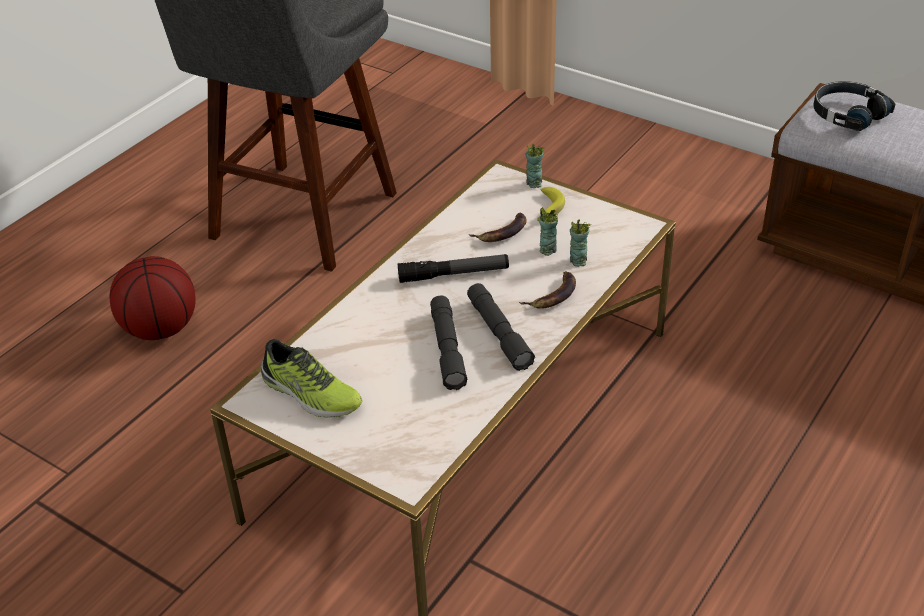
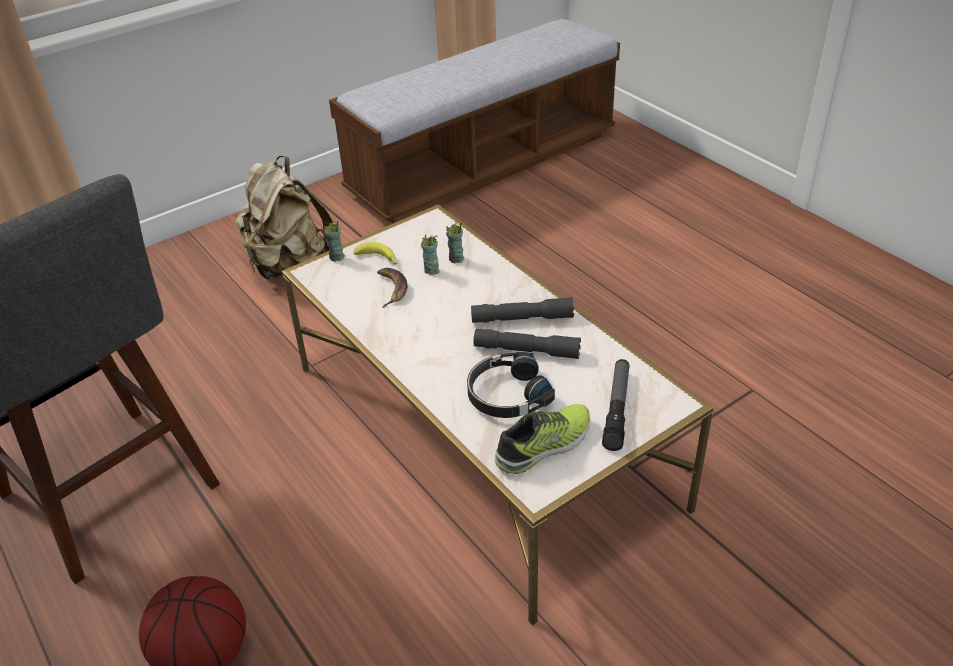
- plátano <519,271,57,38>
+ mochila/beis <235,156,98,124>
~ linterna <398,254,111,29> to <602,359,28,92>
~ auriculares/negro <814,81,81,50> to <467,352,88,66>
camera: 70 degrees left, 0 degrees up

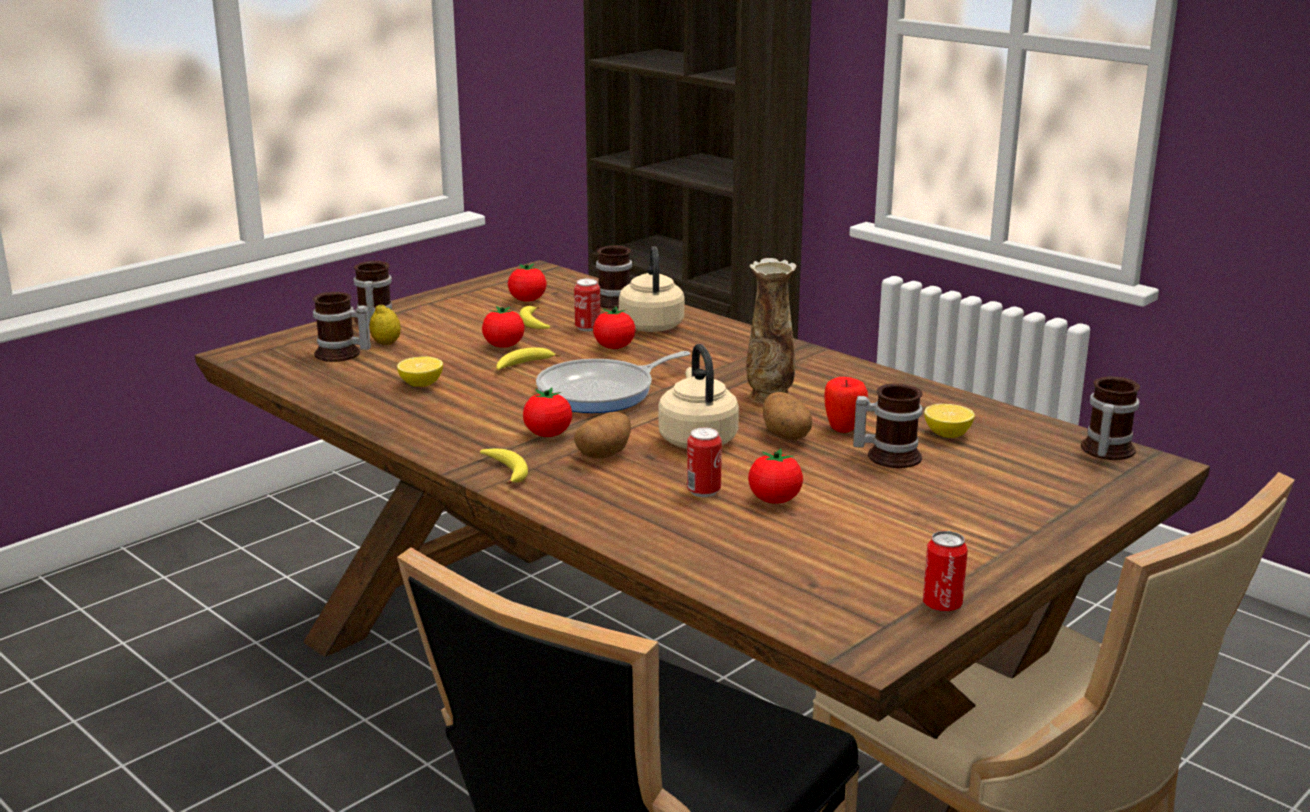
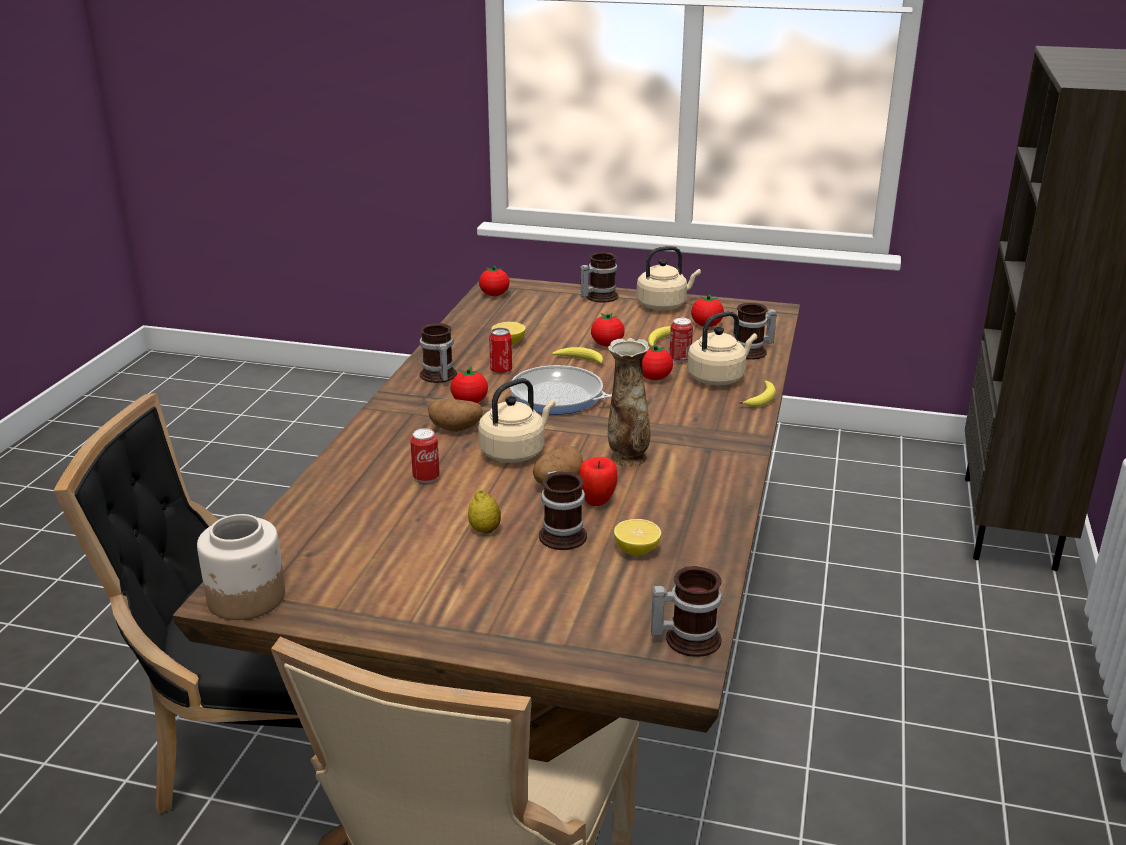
+ tarro <197,514,88,106>
+ hervidor/beis <637,246,64,64>
~ taza grande <313,292,58,70> to <420,323,37,60>
~ limón <370,304,31,41> to <468,490,33,43>
~ plátano <480,448,48,37> to <739,381,37,26>
~ tomate <748,448,55,56> to <479,265,31,31>
~ lata <923,531,45,81> to <489,328,23,45>
camera: 60 degrees right, 5 degrees up

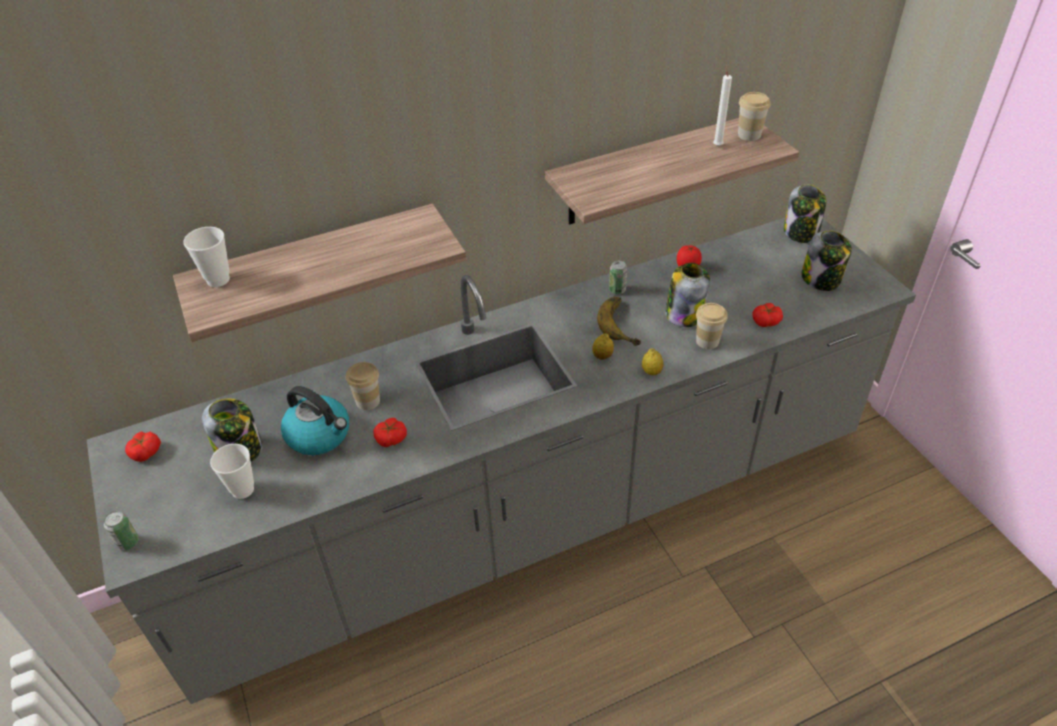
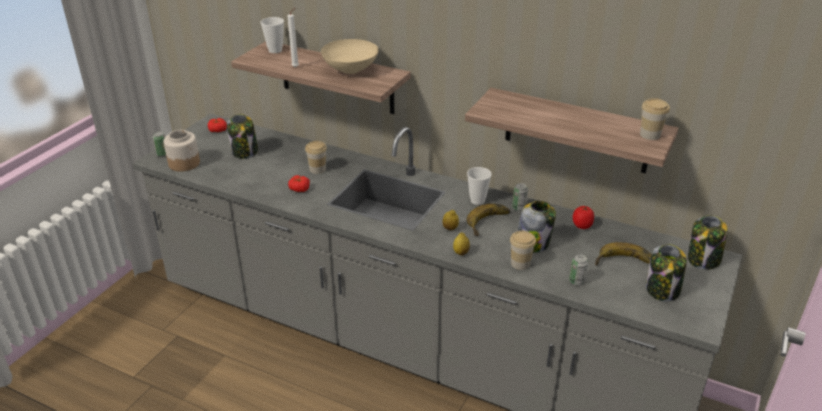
- hervidor <281,386,68,69>
+ tarro <163,130,37,42>
+ cuenco/beis <321,39,58,35>
+ plátano <595,242,56,24>
~ taza <210,444,44,55> to <467,167,25,38>
~ vela/blanco <713,64,19,82> to <288,8,11,60>
~ tomate <752,303,31,24> to lata <569,254,19,31>
camera: 50 degrees right, 10 degrees down

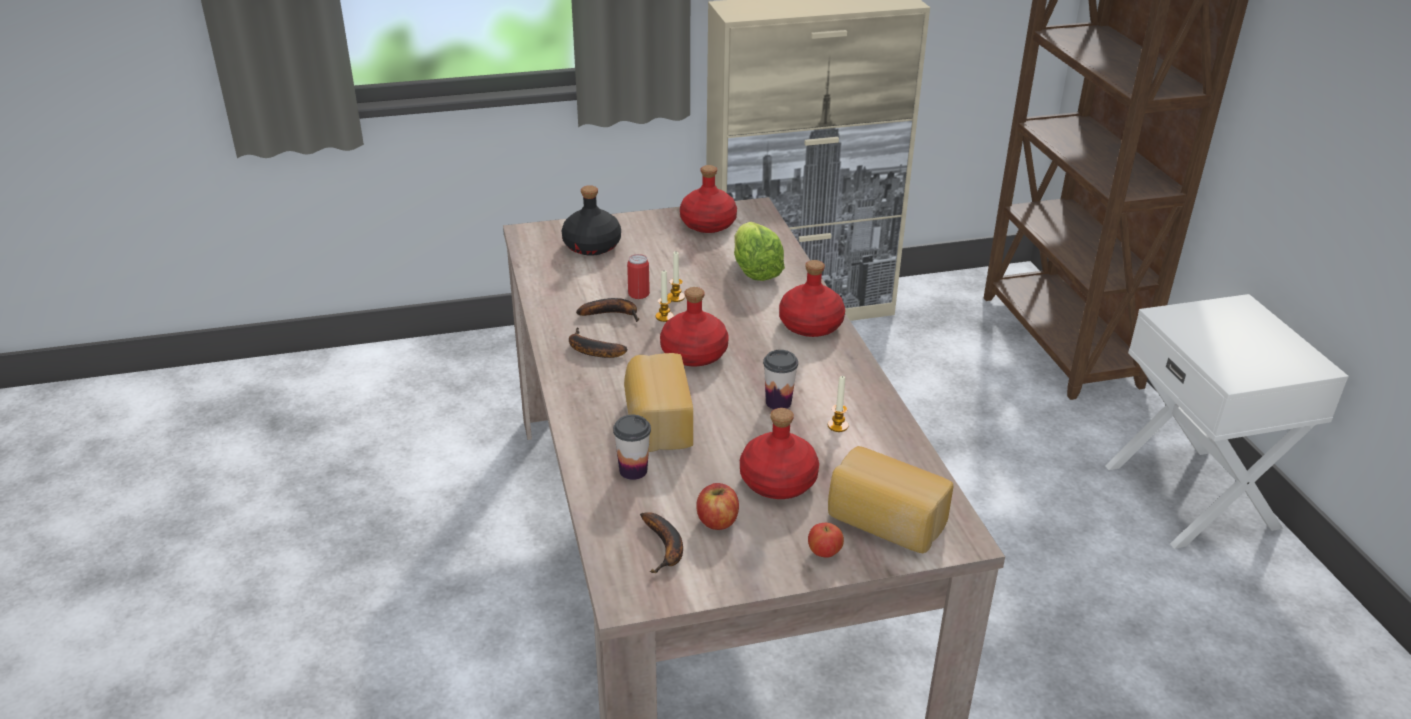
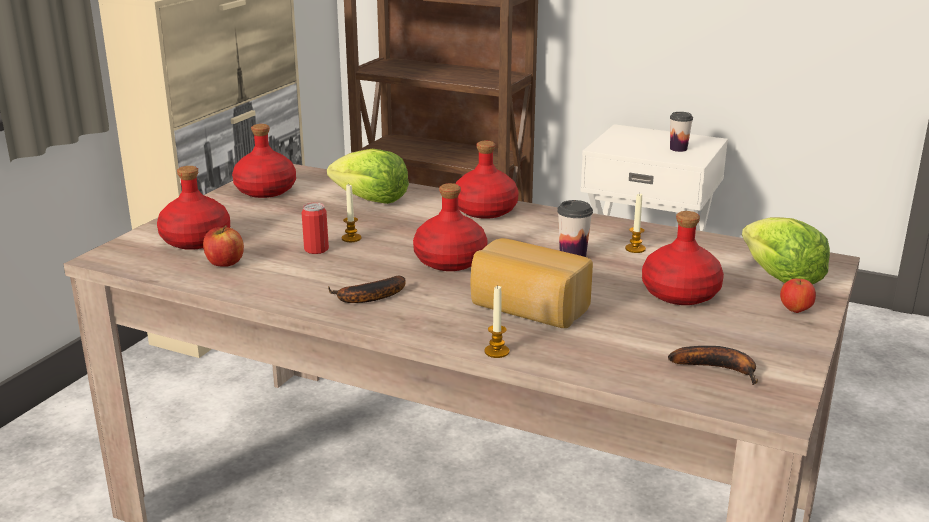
- plátano <576,298,63,24>
~ taza <613,415,38,65> to <670,112,23,40>
~ vela <656,271,18,51> to <484,286,25,72>
~ manzana <696,483,43,47> to <203,225,41,42>
~ pan <828,446,126,107> to lechuga <742,217,88,67>
~ botella/negro <562,185,59,71> to botella/rojo <157,166,73,84>
camera: 50 degrees left, 10 degrees down

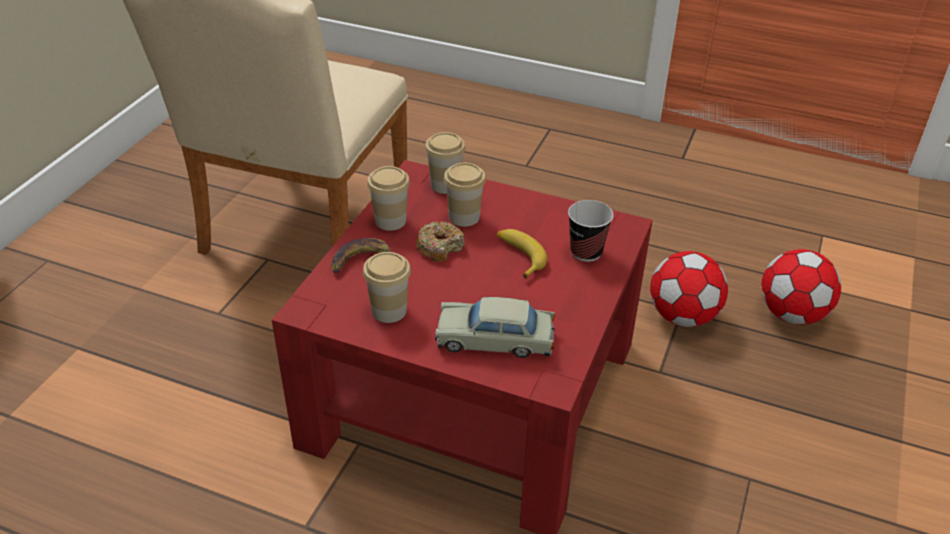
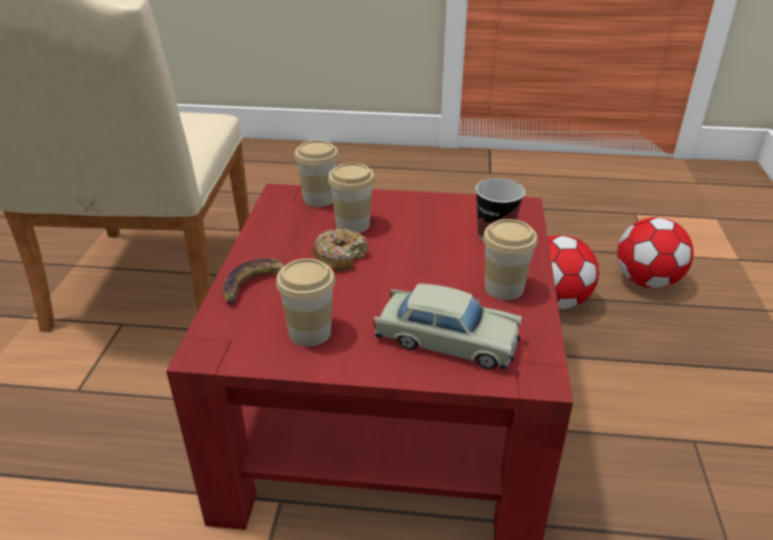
- plátano <497,229,50,50>
~ taza <367,166,43,65> to <483,219,55,81>
~ coche de juguete/beis <435,297,121,61> = <373,283,149,86> 150 degrees counterclockwise
camera: 15 degrees left, 5 degrees down

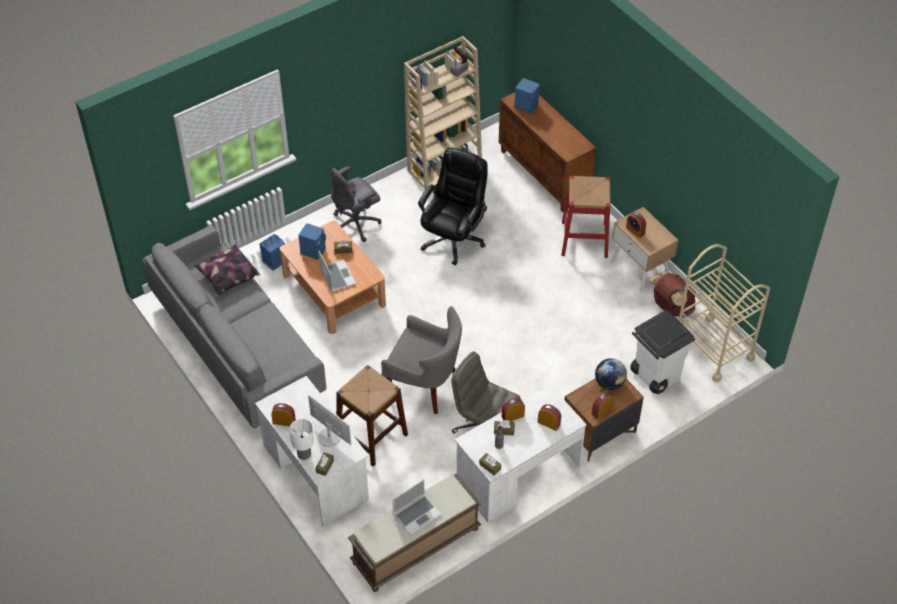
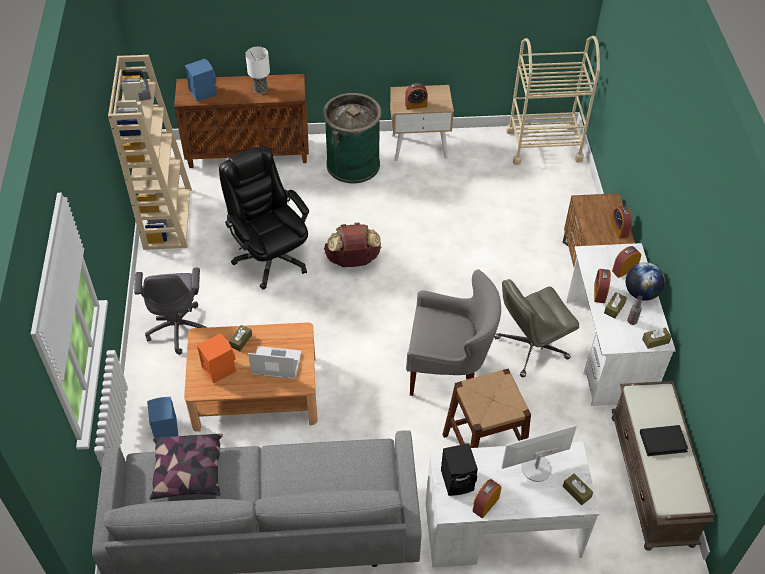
- papelera/blanco <630,310,65,84>
+ altavoz/negro <441,443,37,53>
~ lámpara de mesa <289,419,25,41> to <245,47,25,47>
~ globo terráqueo <595,358,32,32> to <626,262,39,39>
~ mochila/marrón <649,273,47,44> to <324,223,57,44>
~ portátil <392,479,50,56> to libro/negro <640,425,48,31>
~ taburete/rojo <562,176,49,82> to papelera/verde <323,93,59,90>
~ altavoz/azul <298,223,28,37> to altavoz/naranja <197,333,39,51>
~ sillón/gris <381,306,81,108> = <406,269,95,127> 45 degrees clockwise
camera: 60 degrees left, 0 degrees up

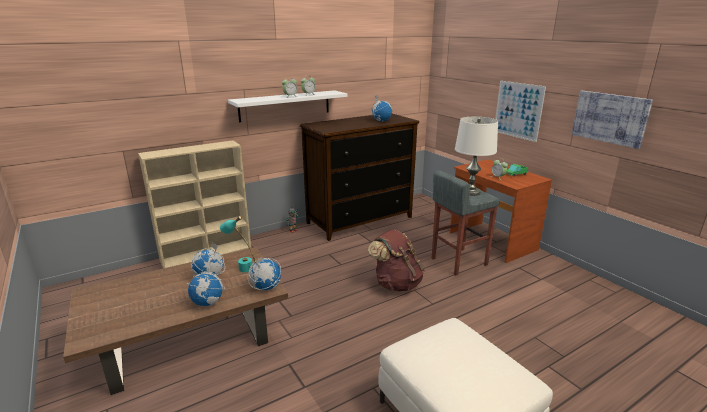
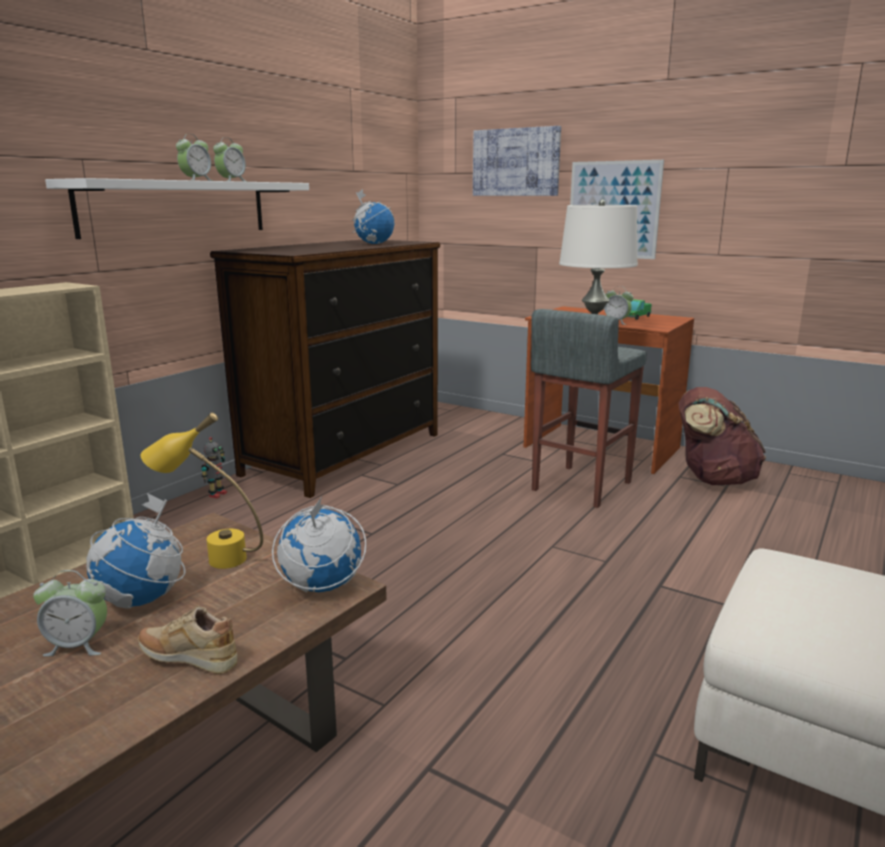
+ despertador <33,570,74,86>
~ mochila/marrón <368,229,57,63> to <679,387,87,98>
~ cuadro <572,91,81,58> to <473,126,88,70>
~ globo terráqueo <187,262,38,44> to zapato/beis <138,605,99,69>
~ lámpara de mesa/turquesa <220,216,35,56> to lámpara de mesa/amarillo <141,412,122,157>
camera: 25 degrees left, 5 degrees down

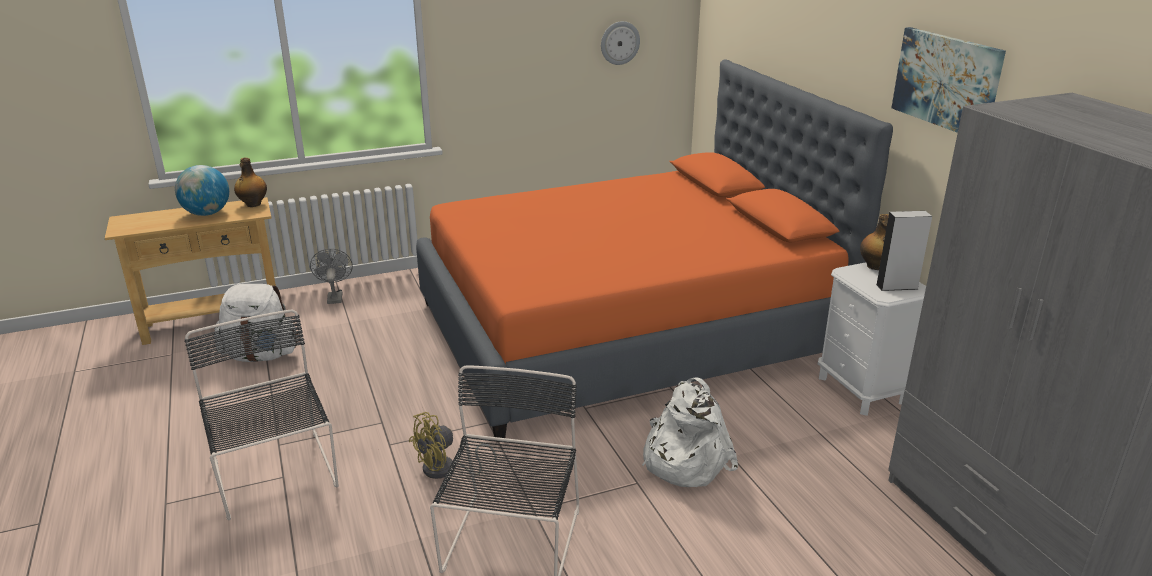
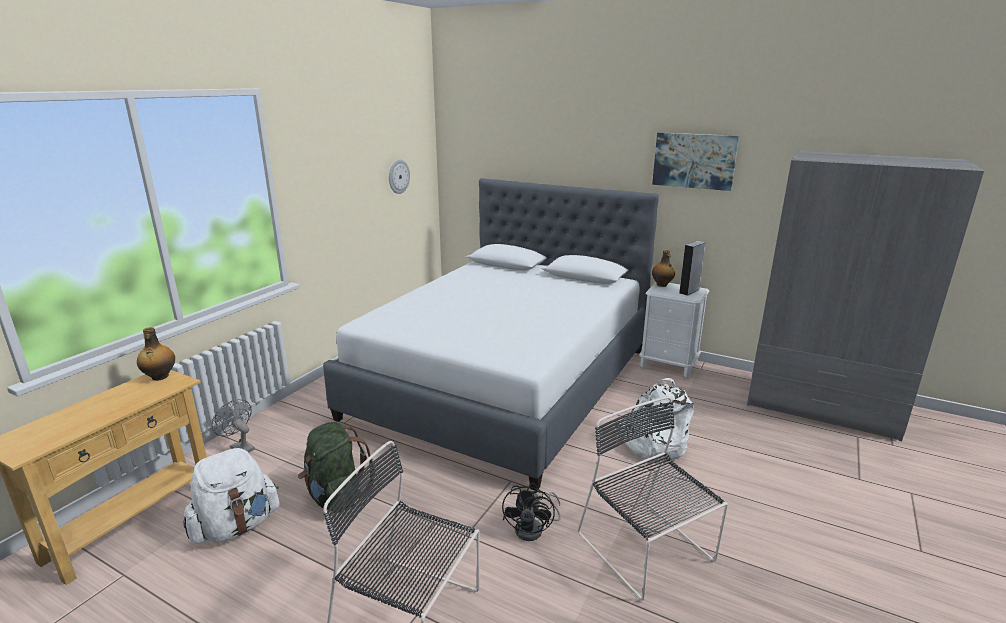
- globo terráqueo <175,165,54,51>
+ mochila/verde <298,422,77,91>
~ ventilador/amarillo <409,412,88,67> to ventilador/negro <502,483,59,58>
~ cama/naranja <416,59,477,379> to cama/blanco <323,178,336,313>
camera: 40 degrees left, 5 degrees down

